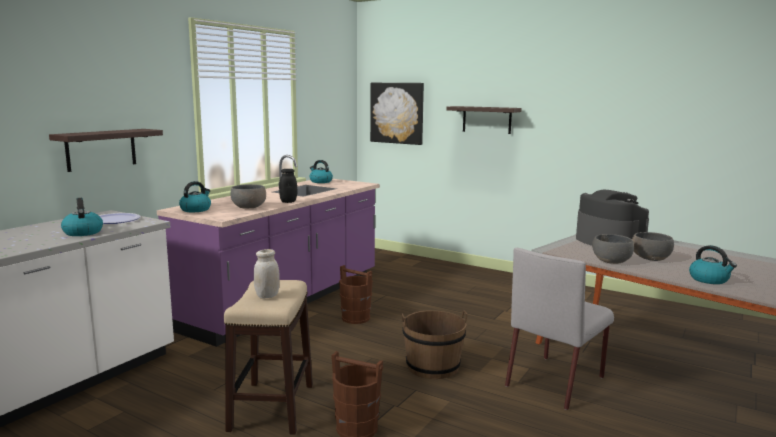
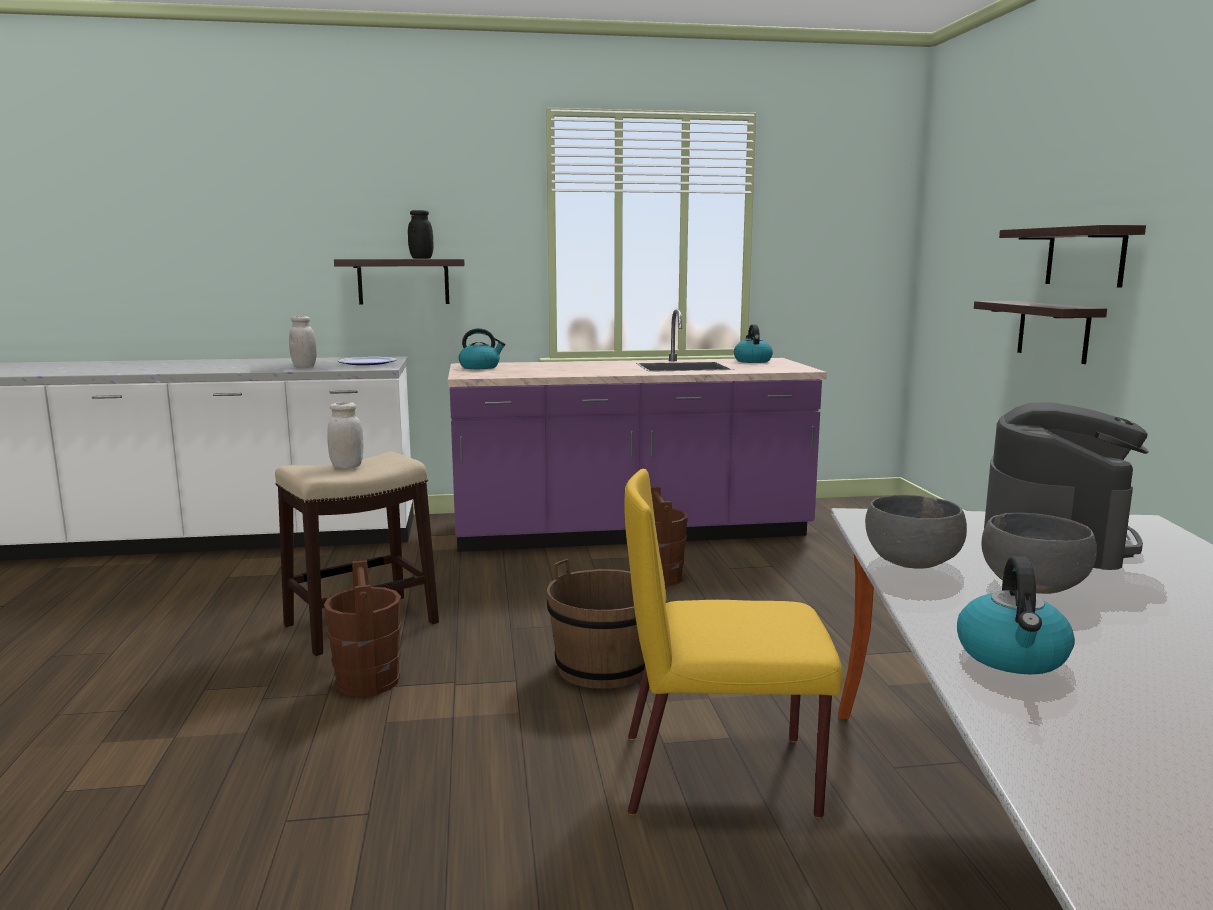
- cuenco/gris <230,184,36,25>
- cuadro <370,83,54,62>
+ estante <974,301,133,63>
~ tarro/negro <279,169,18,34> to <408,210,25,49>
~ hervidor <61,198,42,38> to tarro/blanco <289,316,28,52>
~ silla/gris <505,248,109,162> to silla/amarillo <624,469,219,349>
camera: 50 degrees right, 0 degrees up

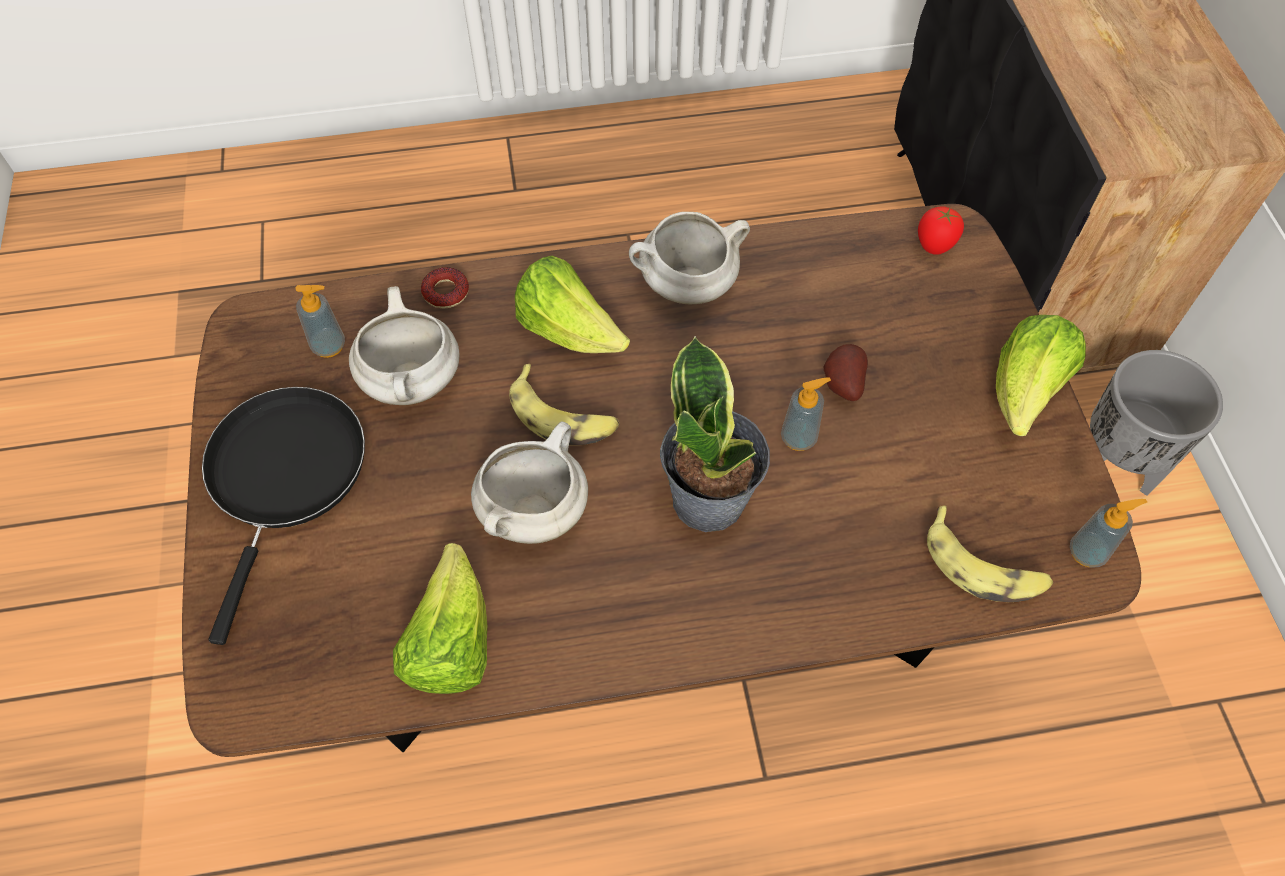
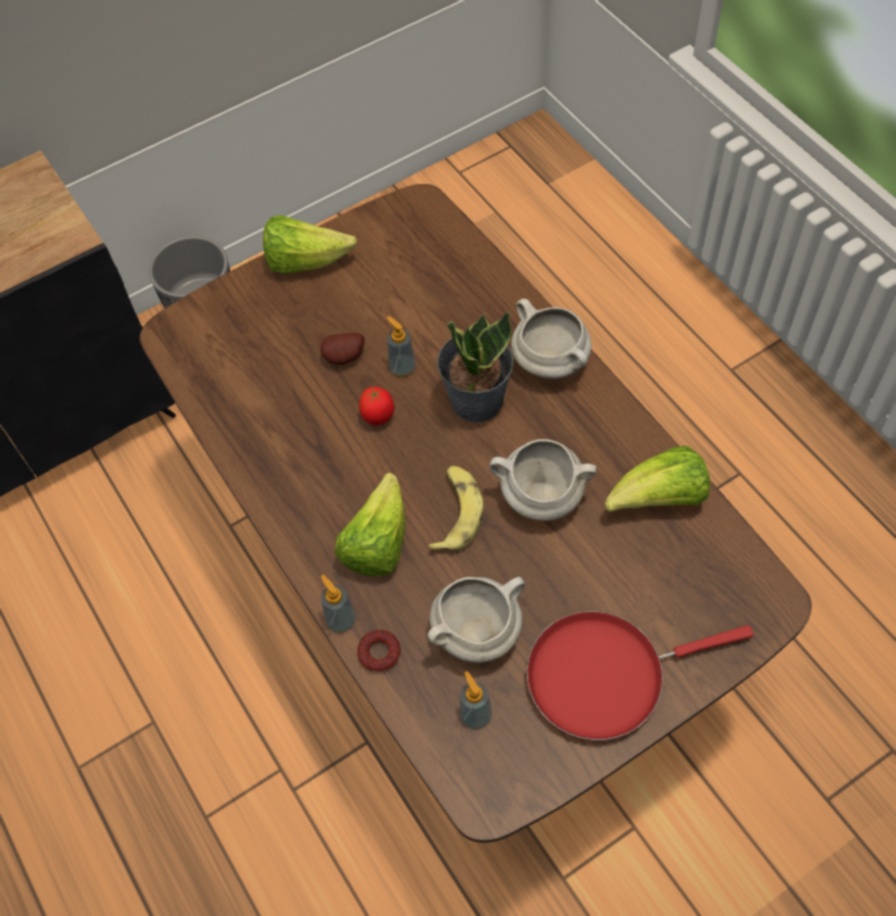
- plátano <927,505,126,97>
~ olla/blanco <629,212,121,92> to <511,298,81,81>
~ tomate <918,206,46,49> to <359,387,36,38>
~ dispensador de jabón <1070,499,77,69> to <321,575,35,58>
~ sartén/negro <202,387,163,258> to sartén/rojo <526,611,228,129>
camera: 110 degrees left, 0 degrees up

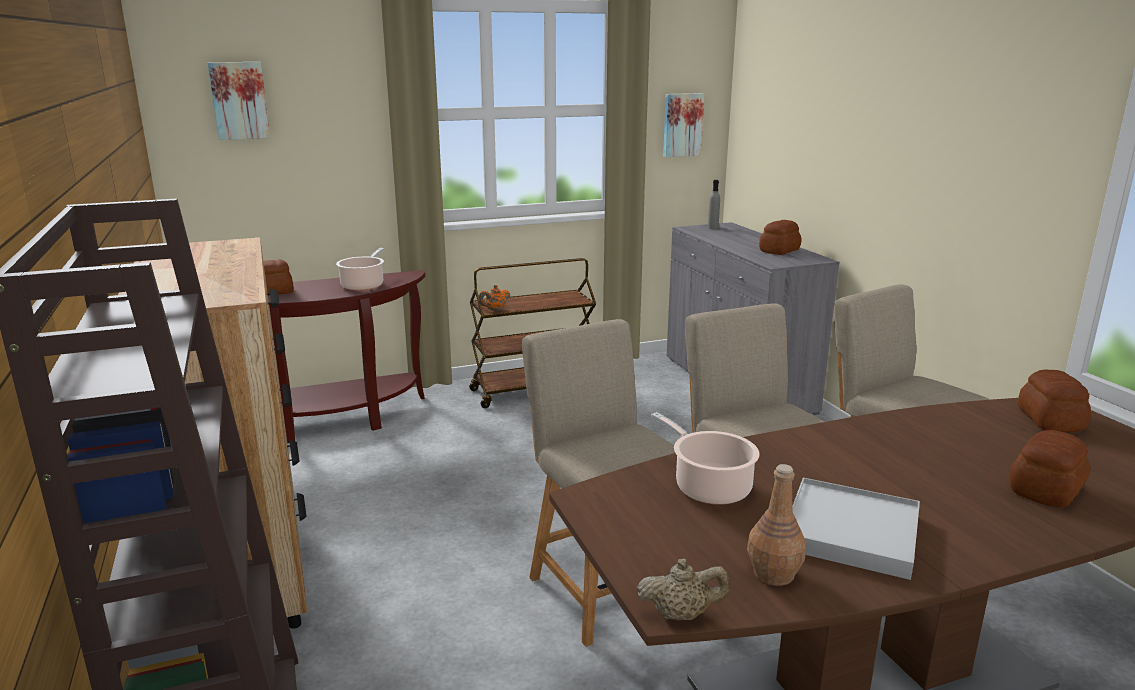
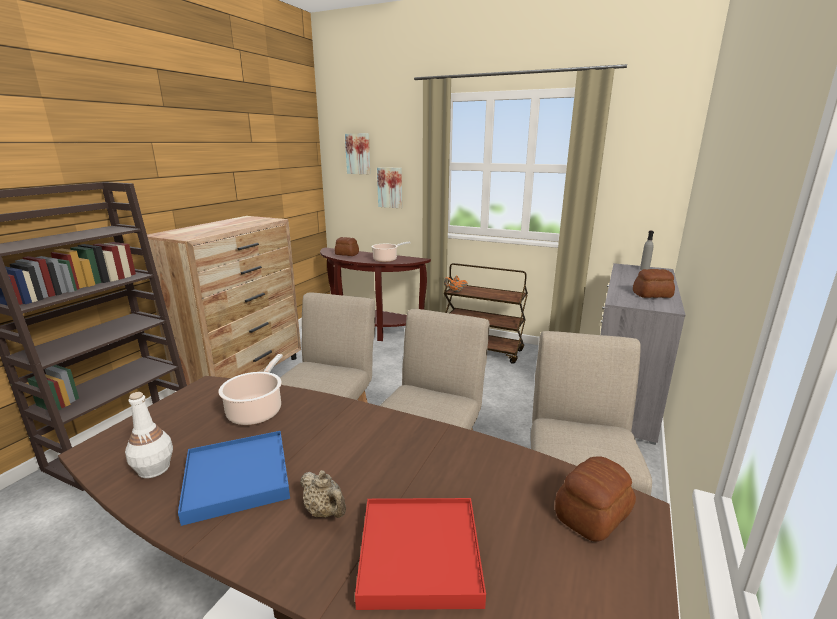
~ tetera/beis <637,558,93,62> to <300,470,46,48>
~ cuadro <663,93,42,64> to <377,167,25,41>
~ pan <1010,430,81,78> to bandeja/rojo <355,498,131,112>
~ botella/marrón <747,464,59,122> to botella/blanco <125,392,48,86>
~ bandeja/blanco <792,478,128,102> to bandeja/azul <178,431,112,95>
camera: 45 degrees right, 0 degrees up

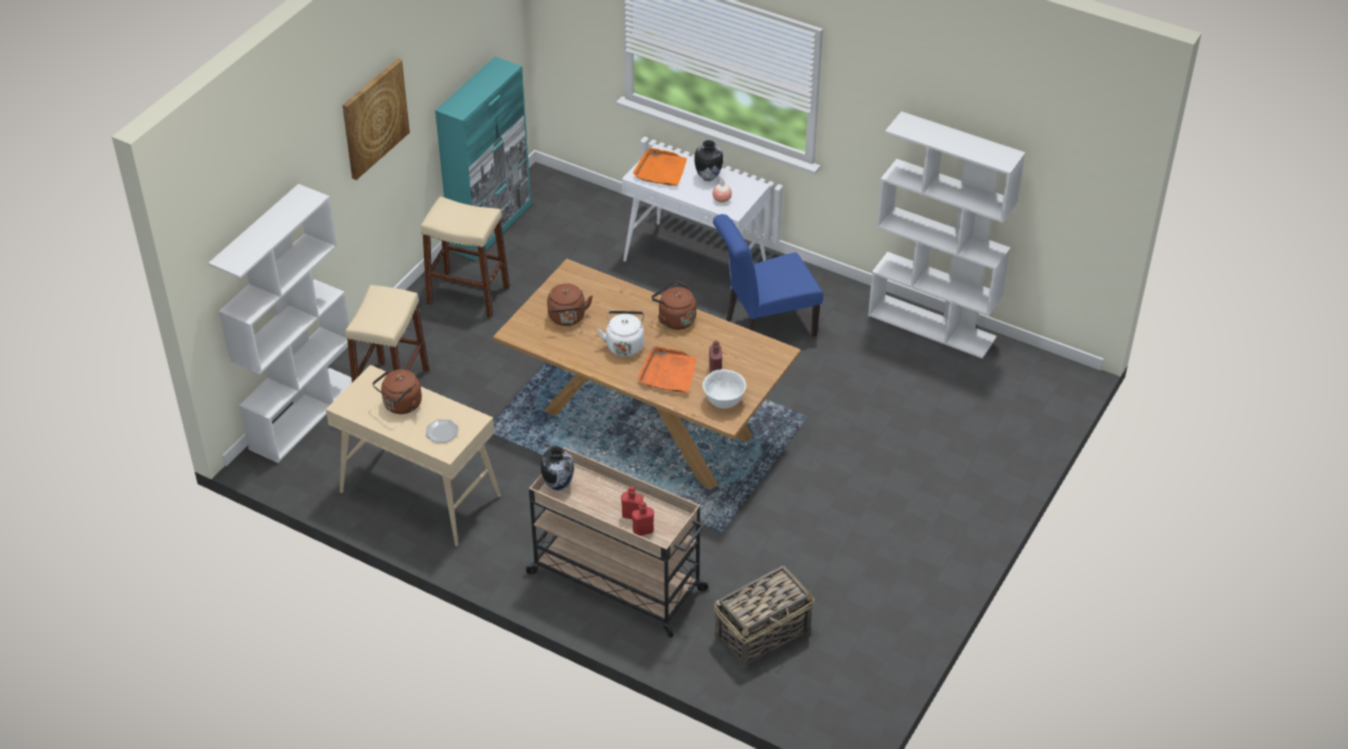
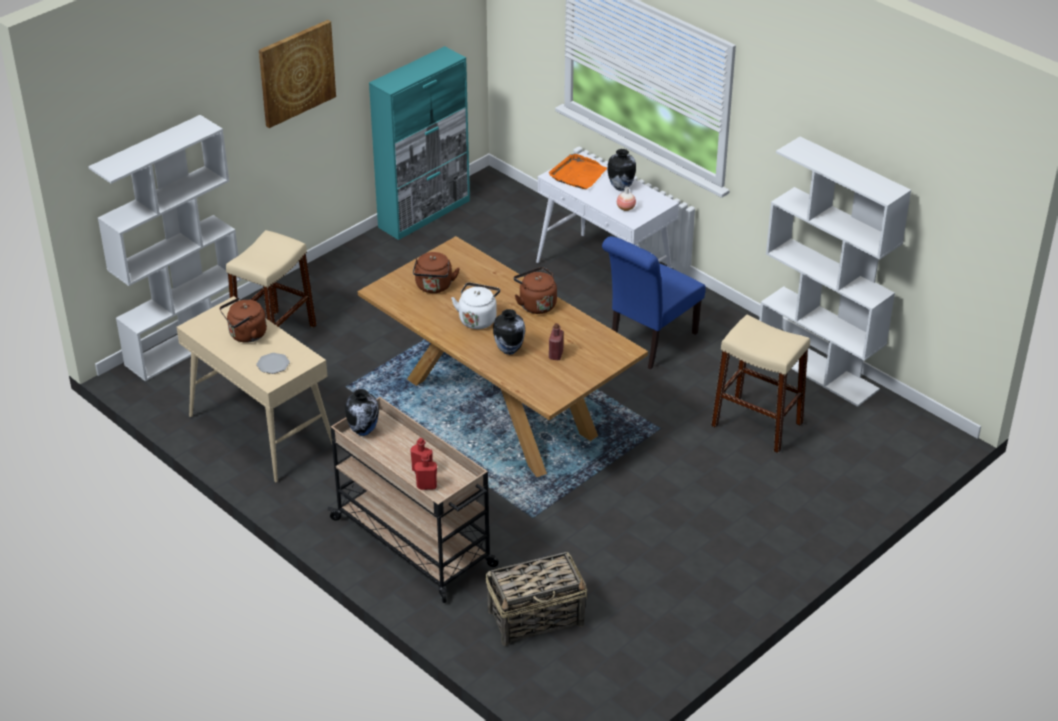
- cuenco/blanco <702,369,44,40>
~ taburete/beis <421,196,89,122> to <711,315,99,138>
~ bandeja/naranja <638,346,59,46> to florero <493,309,32,46>
~ silla/azul <713,214,110,123> = <602,236,104,133> 45 degrees counterclockwise
camera: 15 degrees right, 5 degrees down

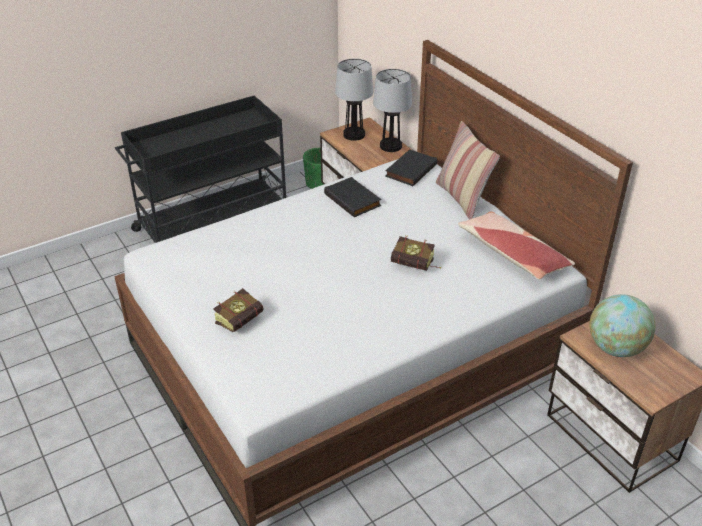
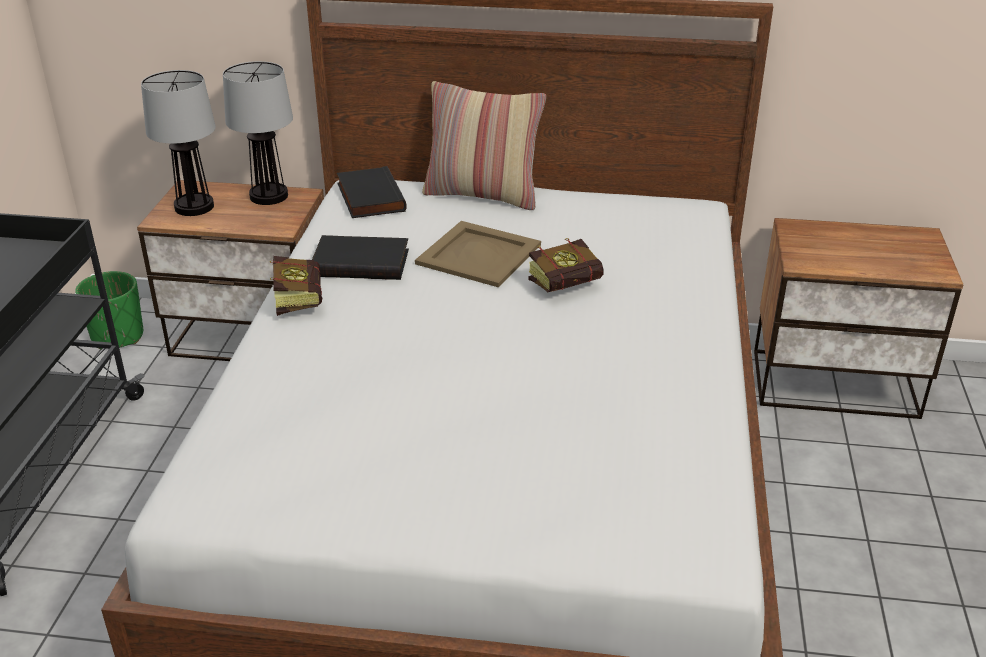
- cojín <458,211,117,68>
- globo terráqueo <590,294,65,63>
+ bandeja/beis <415,221,126,66>
~ libro <214,288,50,44> to <270,256,52,60>
camera: 50 degrees left, 5 degrees down

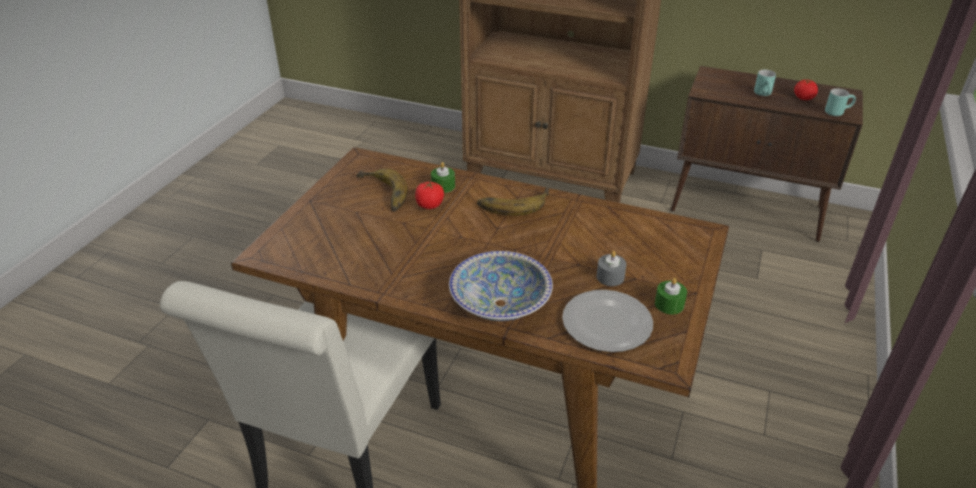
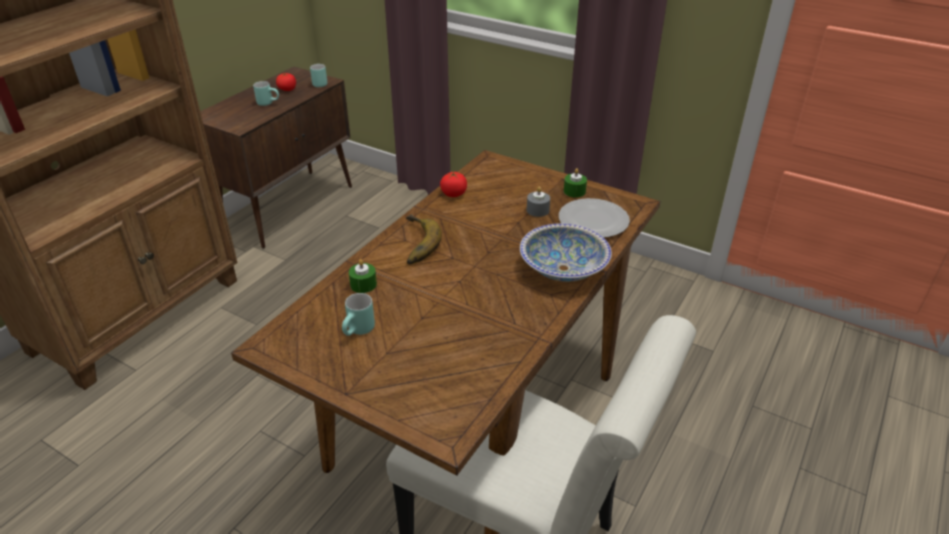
~ tomate <415,181,29,28> to <440,171,27,26>
~ plátano <356,168,52,44> to taza grande/turquesa <342,293,33,43>
camera: 80 degrees left, 0 degrees up

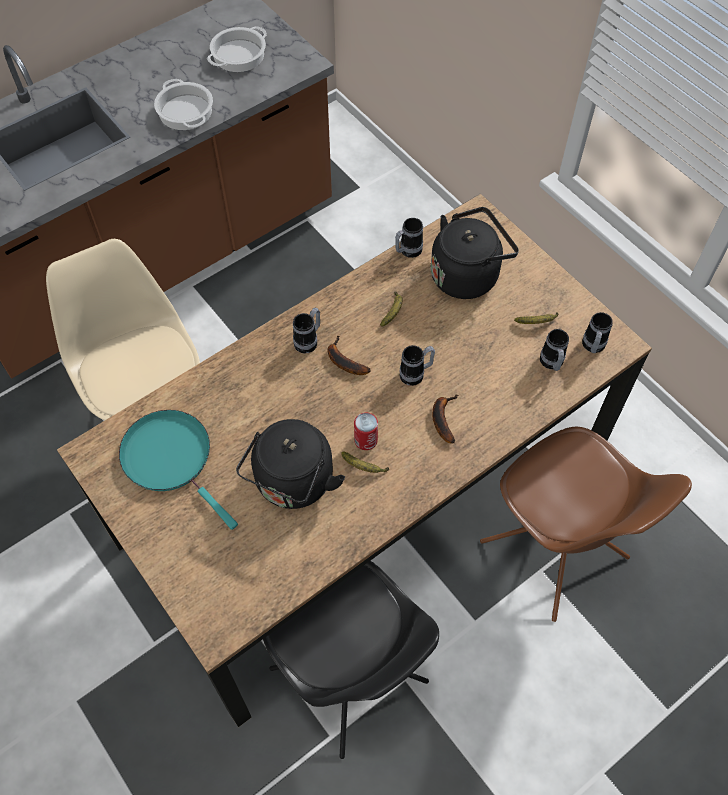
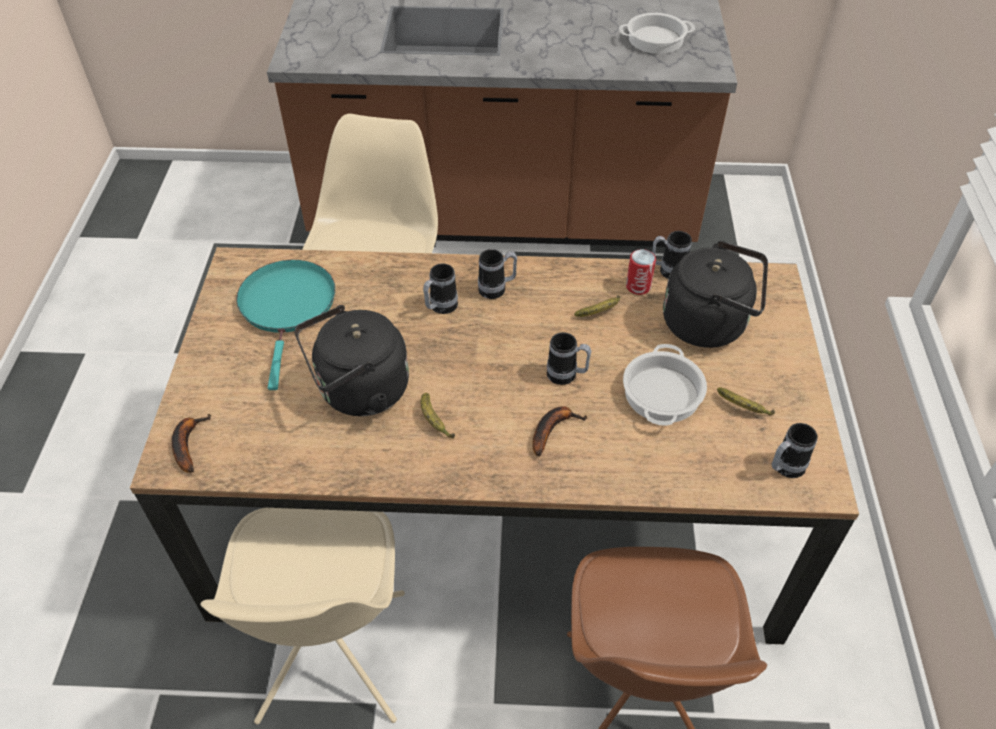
~ olla <154,79,59,51> to <623,344,84,82>
~ plátano <328,336,43,39> to <172,414,40,59>
~ lata <354,413,24,37> to <626,249,30,46>
~ taza grande <540,329,29,42> to <423,263,35,51>
~ silla/negro <263,561,176,198> to silla/beis <200,508,205,216>
camera: 40 degrees right, 10 degrees down

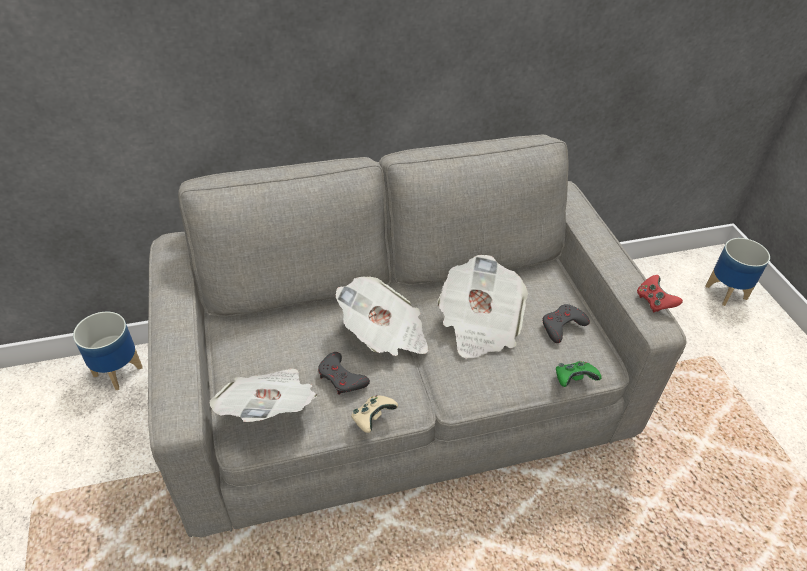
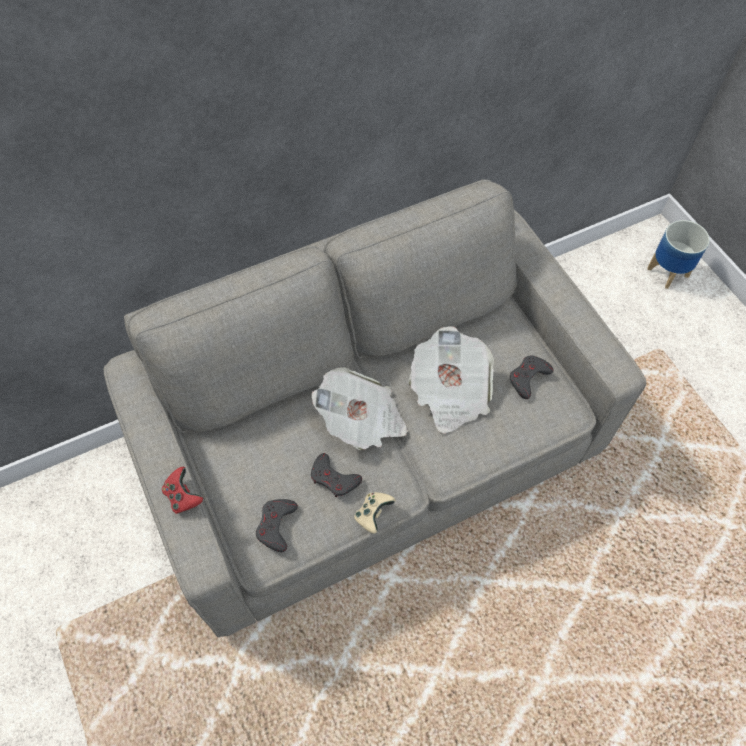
- maceta <73,311,69,79>
- mando de consola/verde <556,361,46,26>
~ mando de consola/rojo <637,275,46,38> to <162,467,41,47>
~ periódico <210,368,107,54> to mando de consola/gris <256,499,42,53>
camera: 10 degrees left, 15 degrees up

